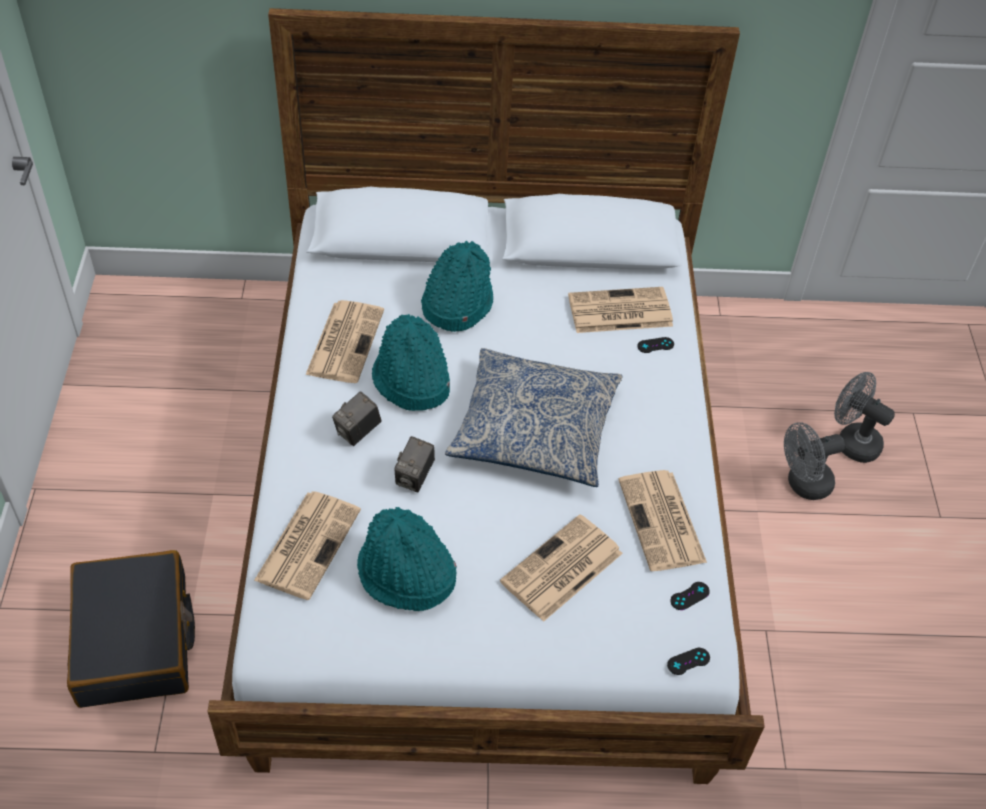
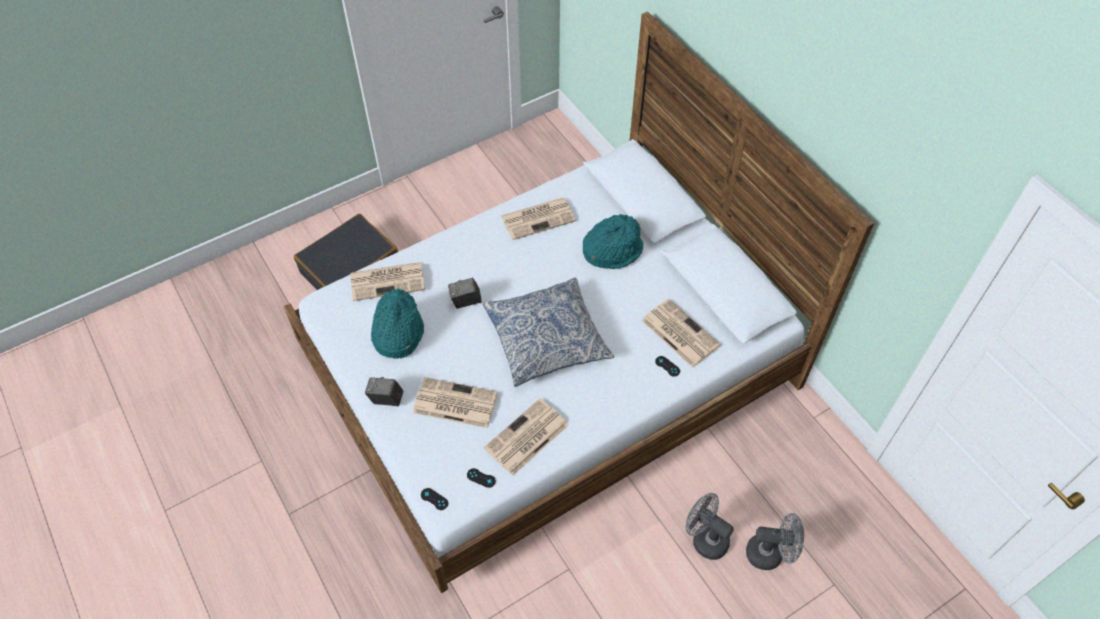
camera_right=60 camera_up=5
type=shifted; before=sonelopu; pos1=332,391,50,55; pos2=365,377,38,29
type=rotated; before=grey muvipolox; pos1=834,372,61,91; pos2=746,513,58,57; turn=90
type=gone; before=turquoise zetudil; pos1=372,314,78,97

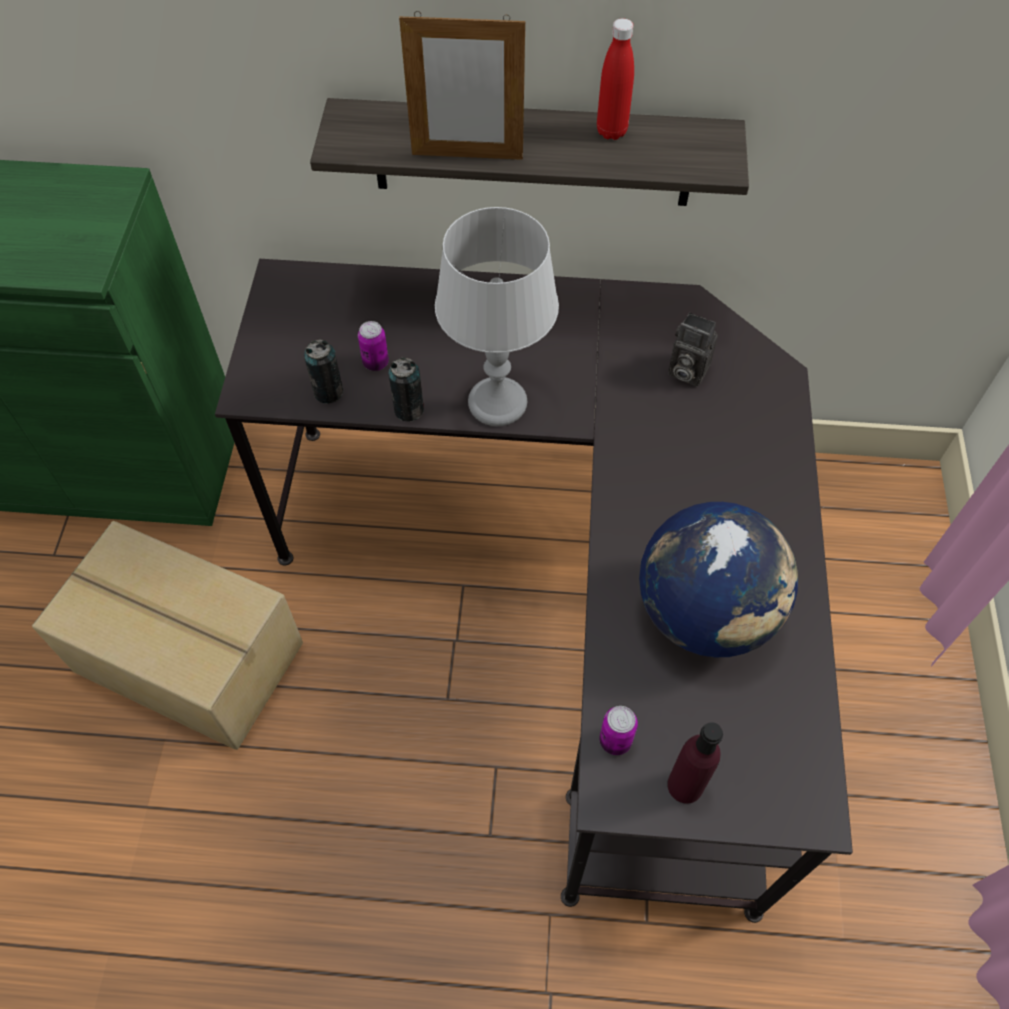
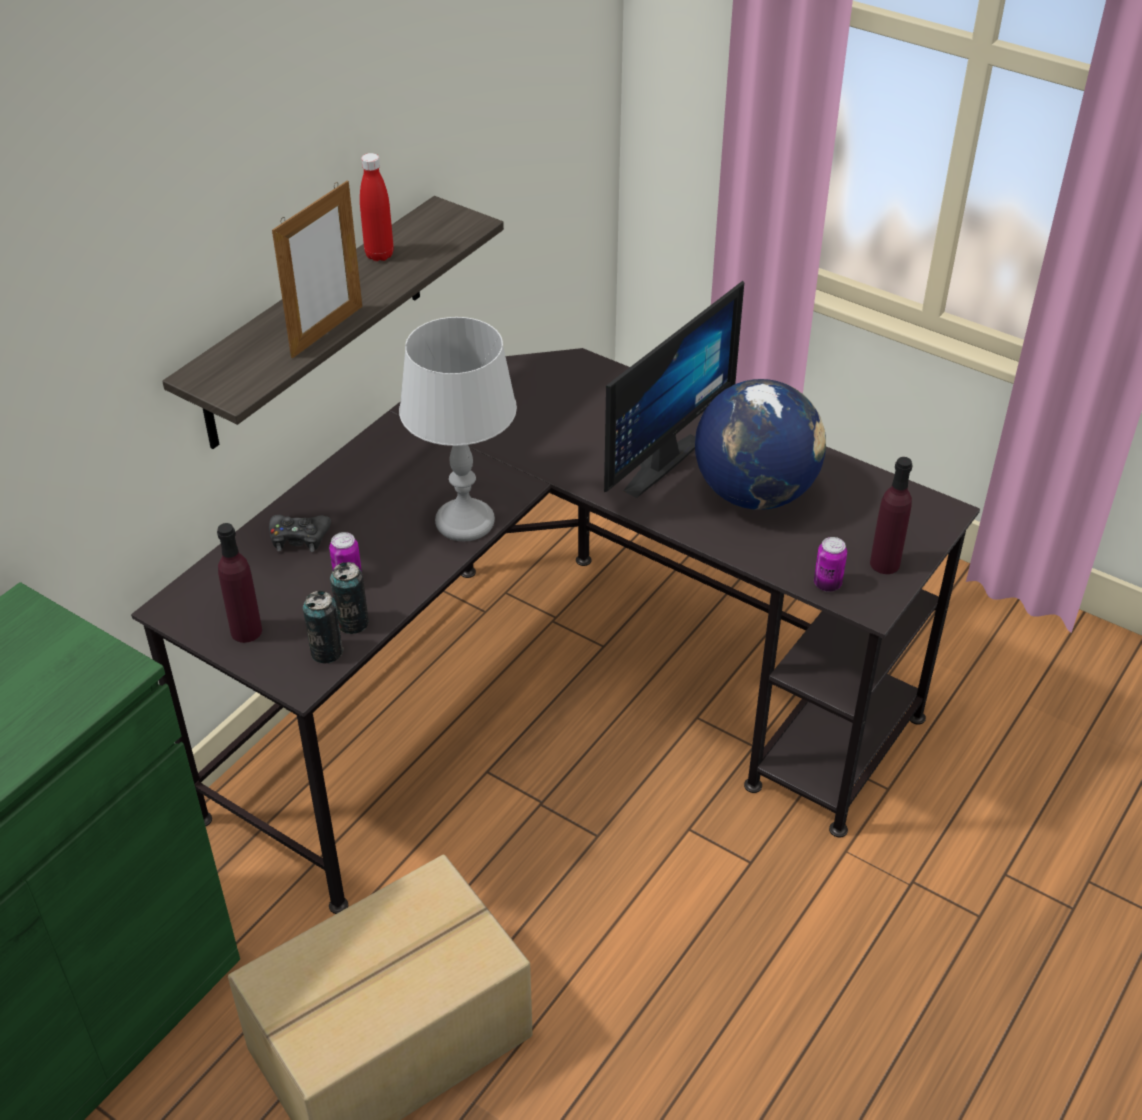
camera_right=-60 camera_up=-15
type=new; after=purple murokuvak; pos2=217,523,45,120
type=new; after=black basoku; pos2=269,515,62,37
type=shifted; before=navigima; pos1=388,357,36,65; pos2=303,591,40,73
type=new; after=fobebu; pos2=604,281,140,217
type=gone; before=sonelopu; pos1=668,312,50,75

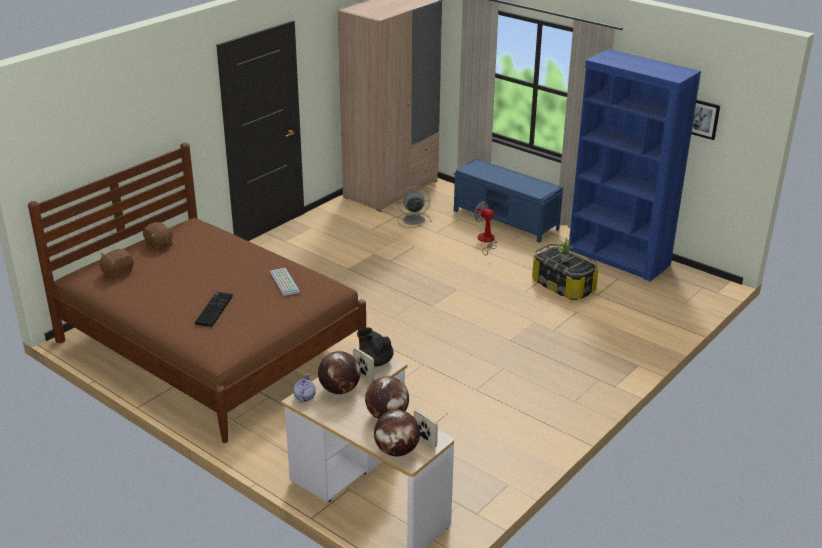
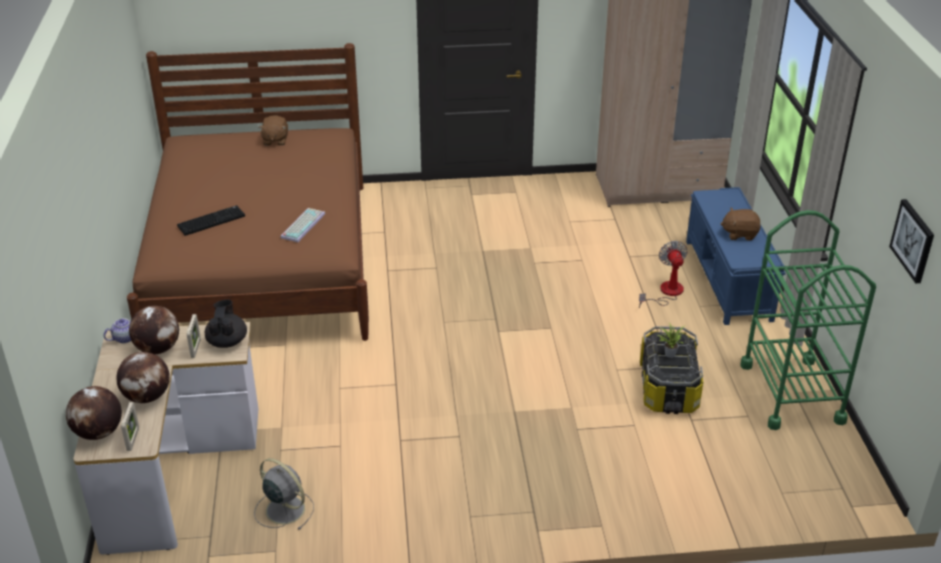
camera_right=45 camera_up=5
type=shifted; before=grey muvipolox; pos1=397,186,35,42; pos2=254,458,60,72
type=shifted; before=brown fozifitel; pos1=100,249,34,30; pos2=721,208,40,33
type=swapped; before=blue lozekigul; after=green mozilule; pos1=569,49,132,233; pos2=740,210,136,220

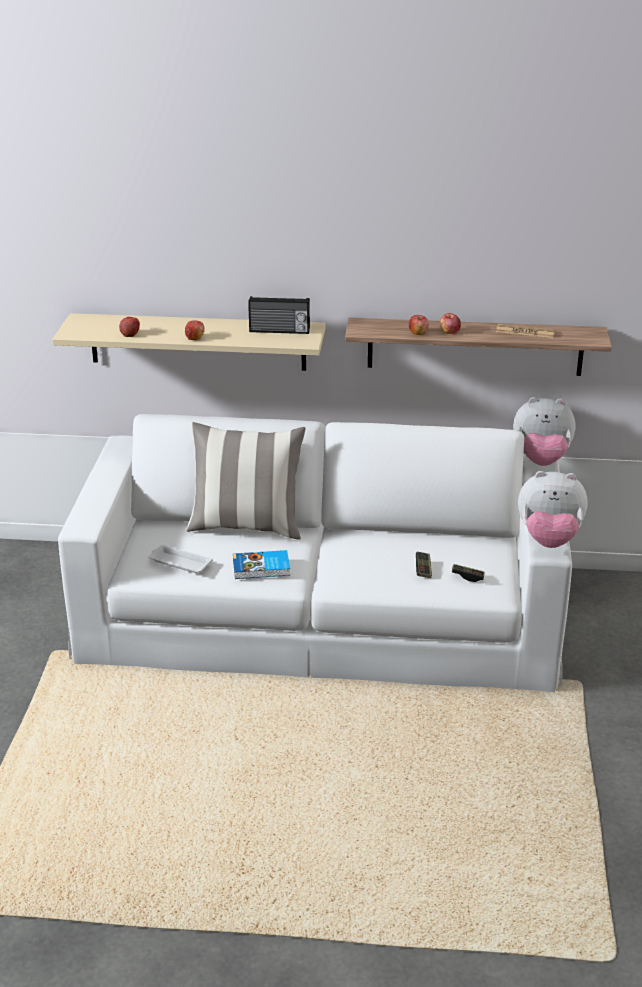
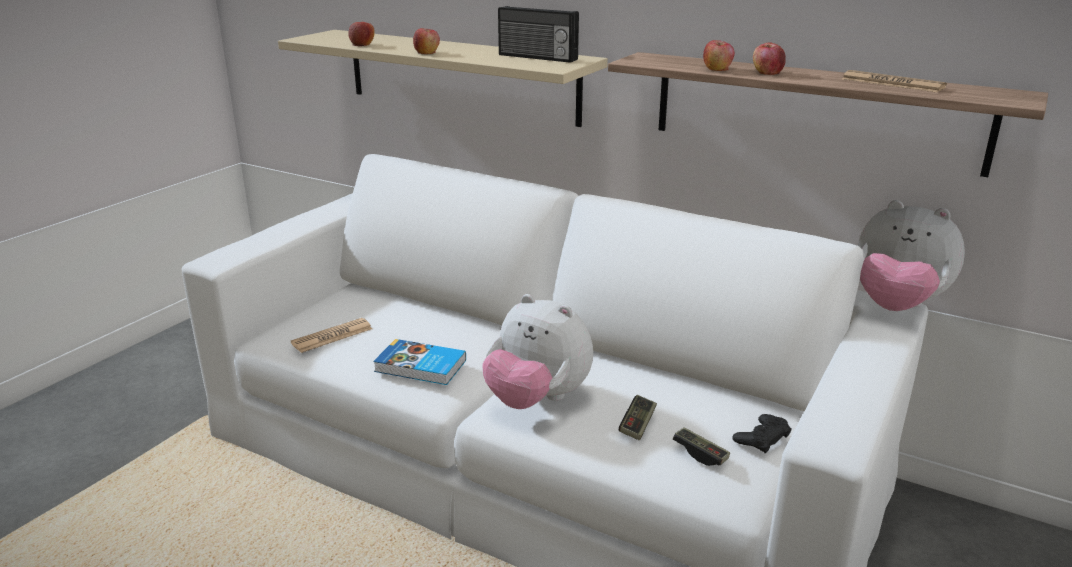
camera_right=25 camera_up=-5
type=swapped; before=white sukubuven; after=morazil; pos1=148,545,65,28; pos2=291,318,81,35
type=shifted; before=fozifitel; pos1=518,471,70,77; pos2=482,294,111,115
type=new; after=black basoku; pos2=733,414,59,39
type=gone; before=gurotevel; pos1=186,422,120,118

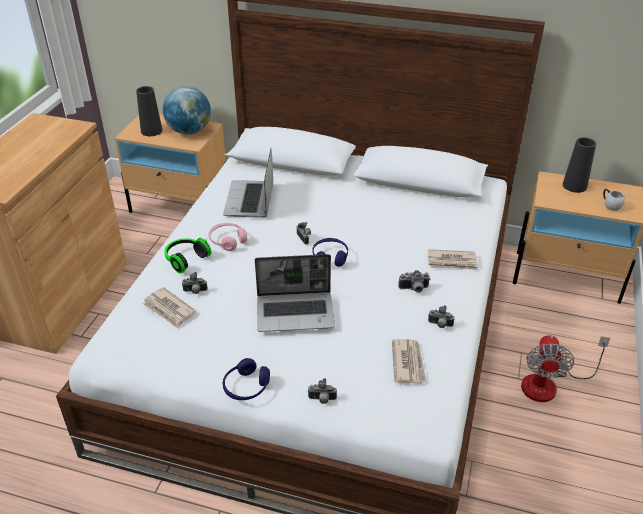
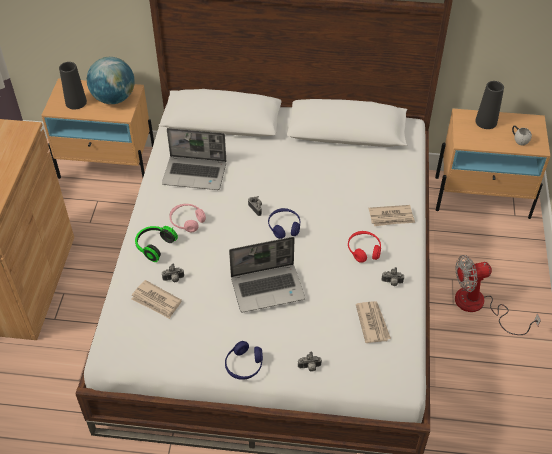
camera_right=-10 camera_up=10
type=rotated; before=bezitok; pos1=223,148,50,70; pos2=162,128,64,62; turn=-75
type=swapped; before=sonelopu; after=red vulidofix; pos1=398,270,32,23; pos2=348,231,33,32
type=rotated; before=muvipolox; pos1=521,335,89,67; pos2=455,255,86,80; turn=75

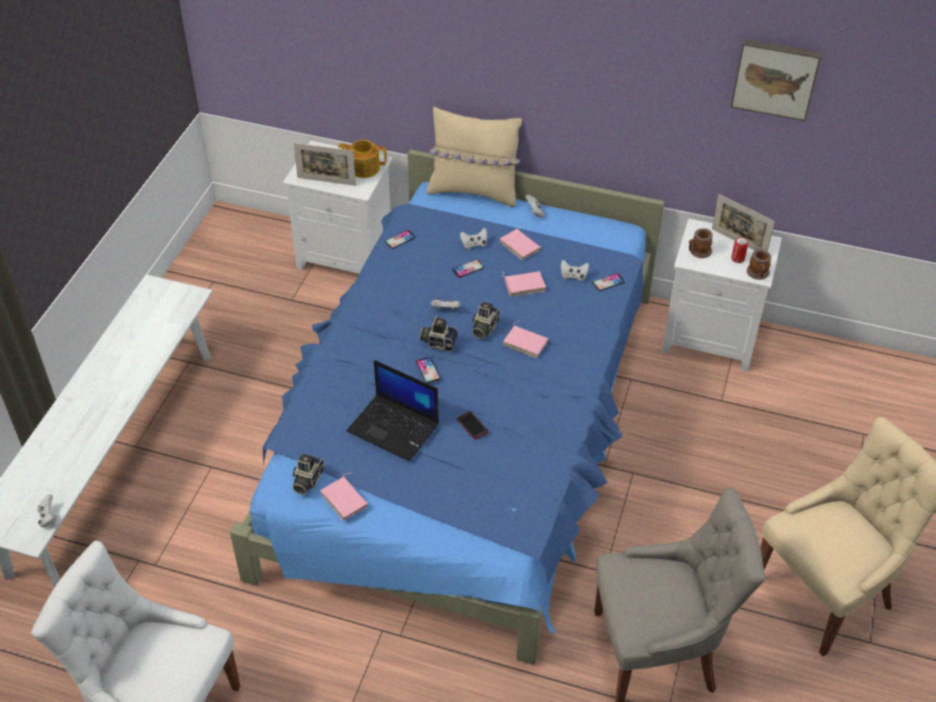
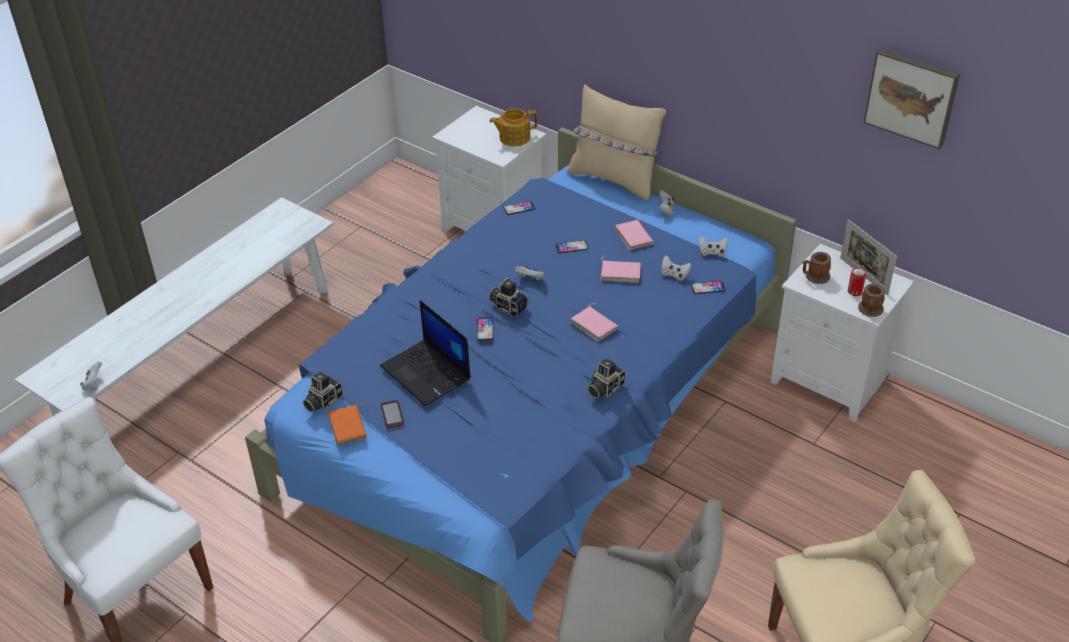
camera_right=20 camera_up=-5
type=repainted; before=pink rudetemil; after=orange rudetemil; pos1=320,473,48,48; pos2=328,403,39,42
type=shifted; before=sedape; pos1=457,411,31,29; pos2=381,400,23,28
type=rotated; before=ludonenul; pos1=338,140,49,38; pos2=489,109,49,38; turn=-45
type=shifted; before=sonelopu; pos1=472,302,28,37; pos2=587,358,38,41
type=shifted; before=white basoku; pos1=460,228,27,21; pos2=699,236,29,21
type=gone; before=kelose; pos1=294,143,62,43

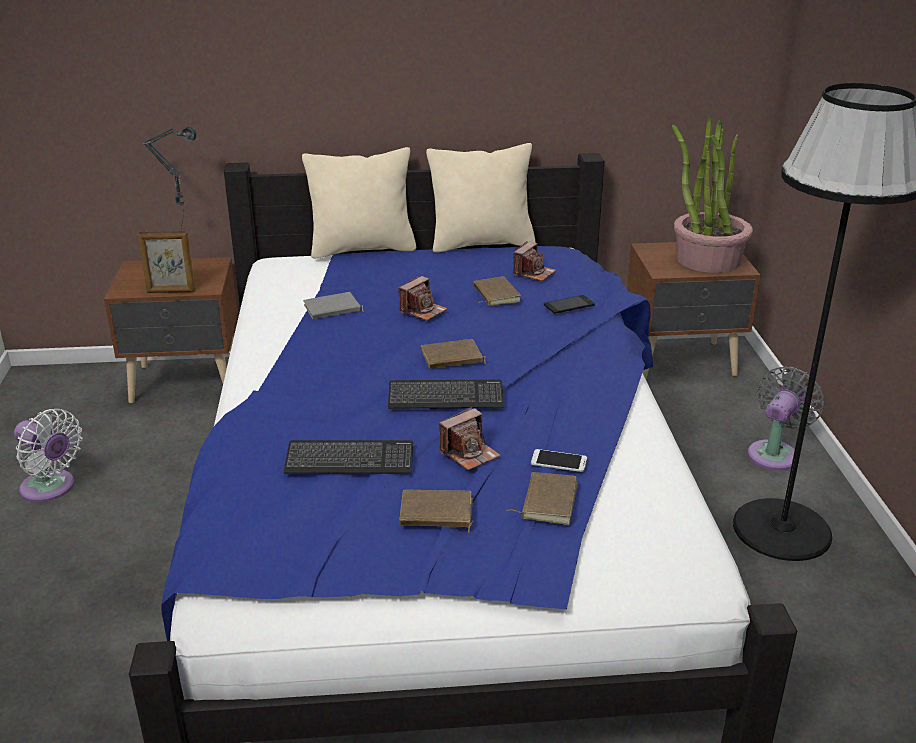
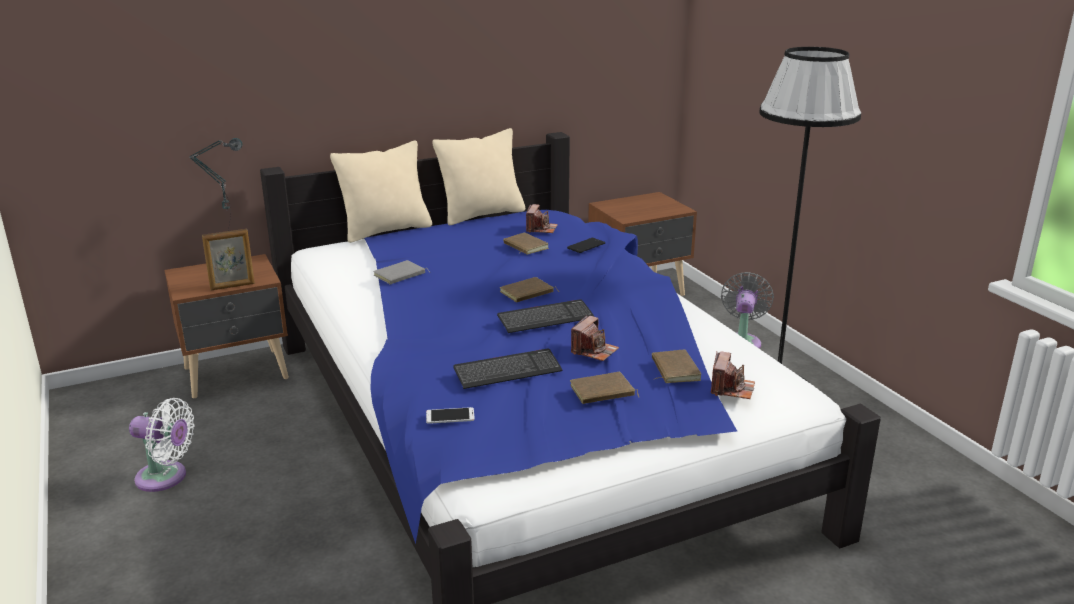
camera_right=-20 camera_up=-5
type=shifted; before=sedape; pos1=531,449,56,23; pos2=426,407,49,17
type=shifted; before=sonelopu; pos1=398,276,50,45; pos2=711,351,44,48
type=gone; before=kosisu; pos1=672,118,81,155

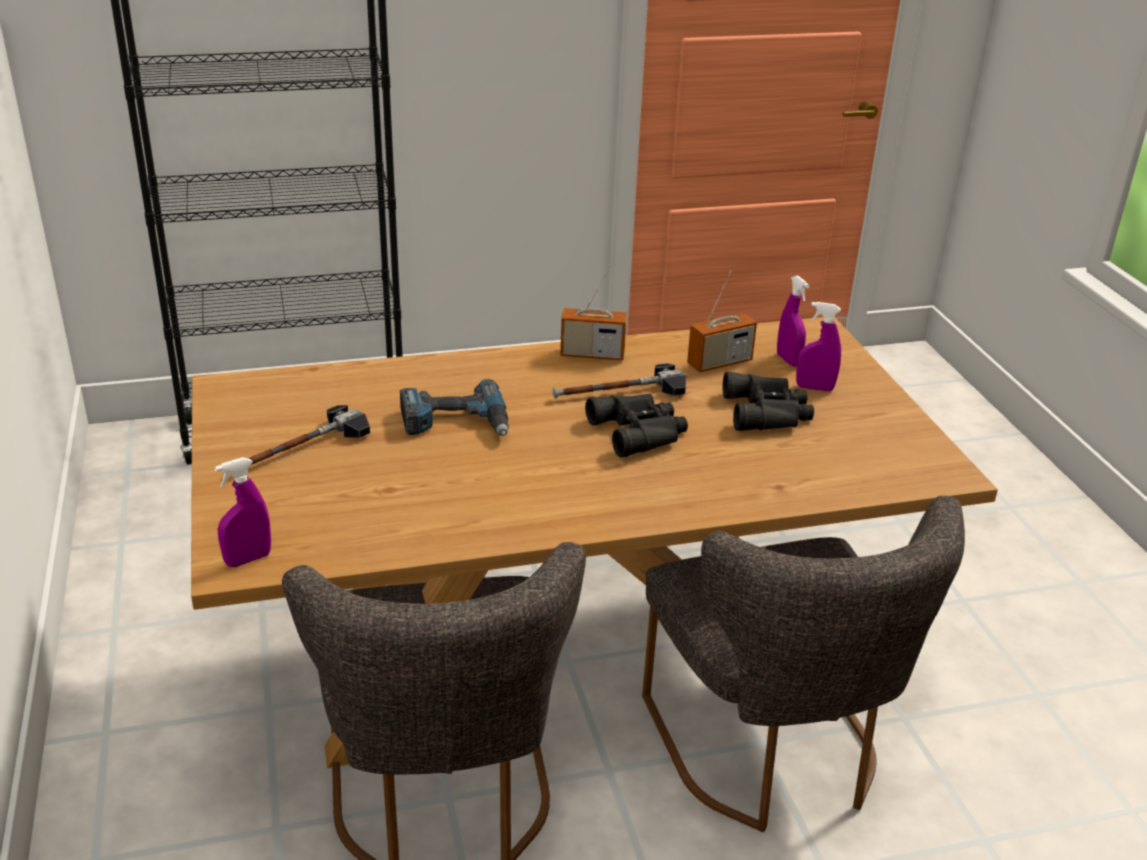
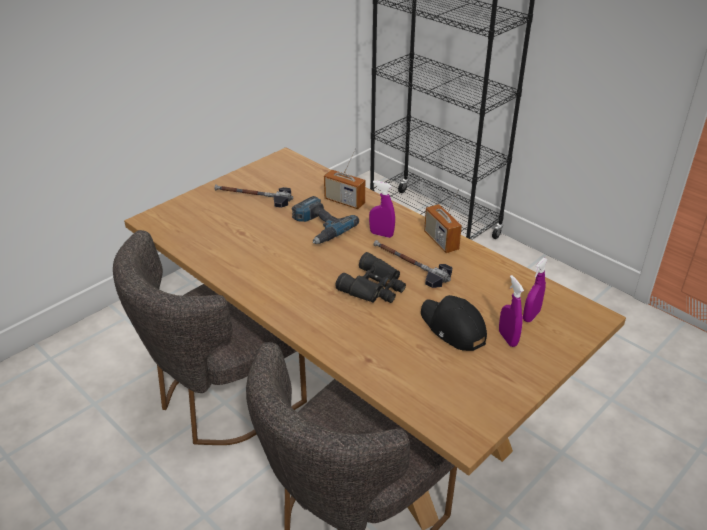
camera_right=60 camera_up=5
type=shifted; before=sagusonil; pos1=687,271,70,101; pos2=324,148,41,61
type=shifted; before=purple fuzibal; pos1=215,457,56,110; pos2=369,181,26,57
type=swapped; before=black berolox; after=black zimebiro; pos1=723,372,91,59; pos2=421,295,66,56

